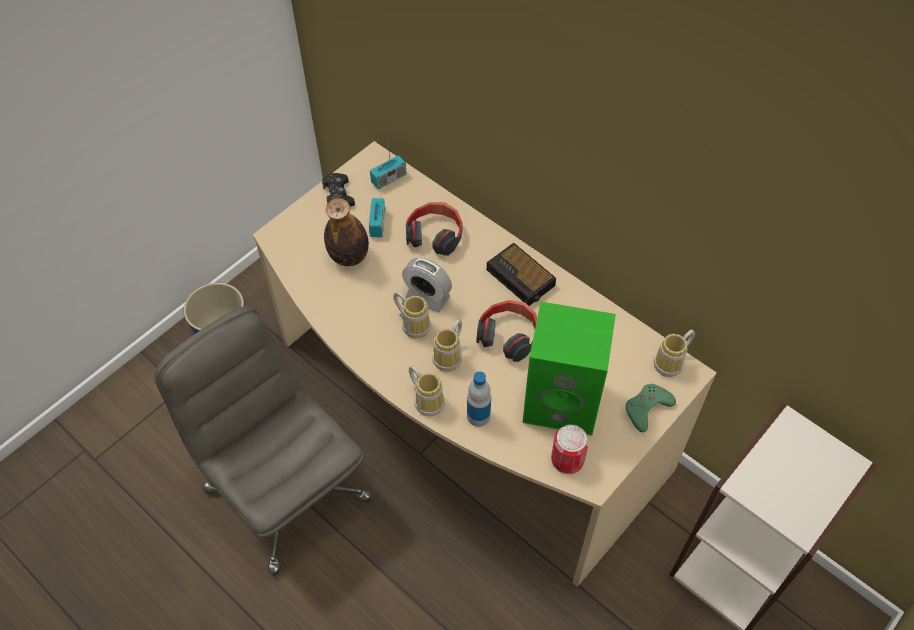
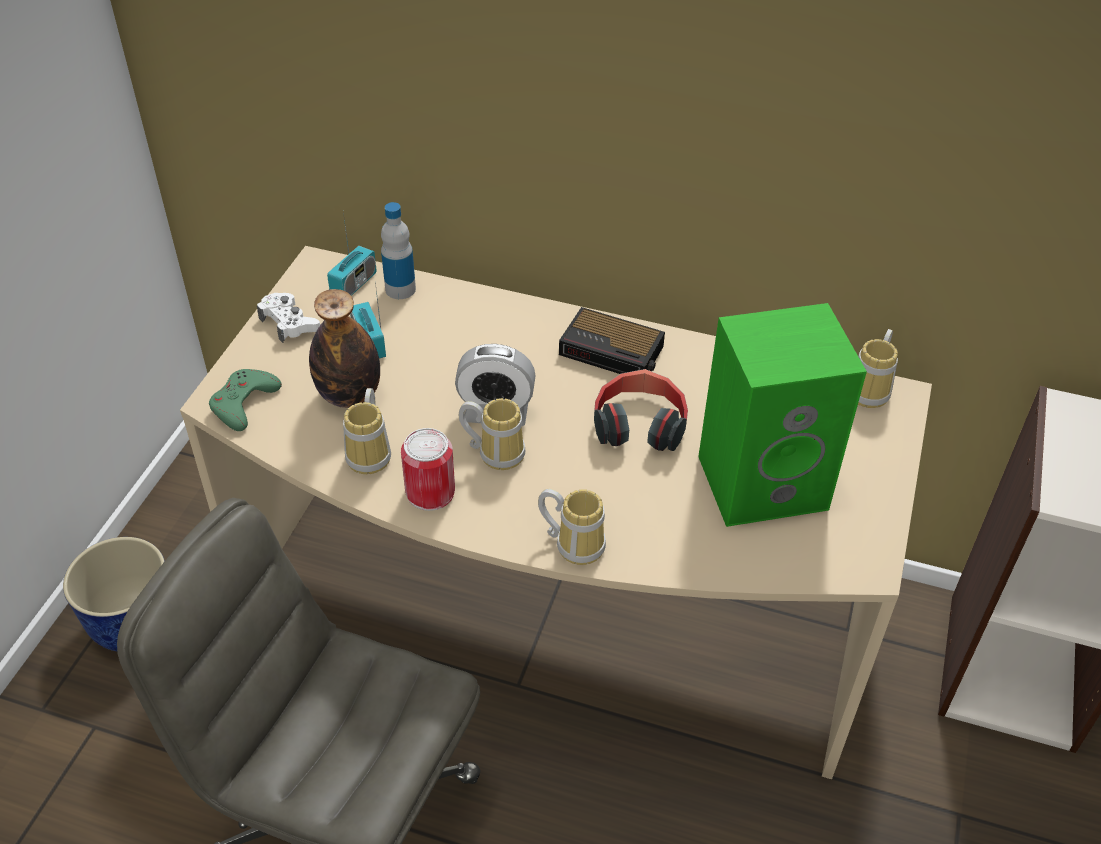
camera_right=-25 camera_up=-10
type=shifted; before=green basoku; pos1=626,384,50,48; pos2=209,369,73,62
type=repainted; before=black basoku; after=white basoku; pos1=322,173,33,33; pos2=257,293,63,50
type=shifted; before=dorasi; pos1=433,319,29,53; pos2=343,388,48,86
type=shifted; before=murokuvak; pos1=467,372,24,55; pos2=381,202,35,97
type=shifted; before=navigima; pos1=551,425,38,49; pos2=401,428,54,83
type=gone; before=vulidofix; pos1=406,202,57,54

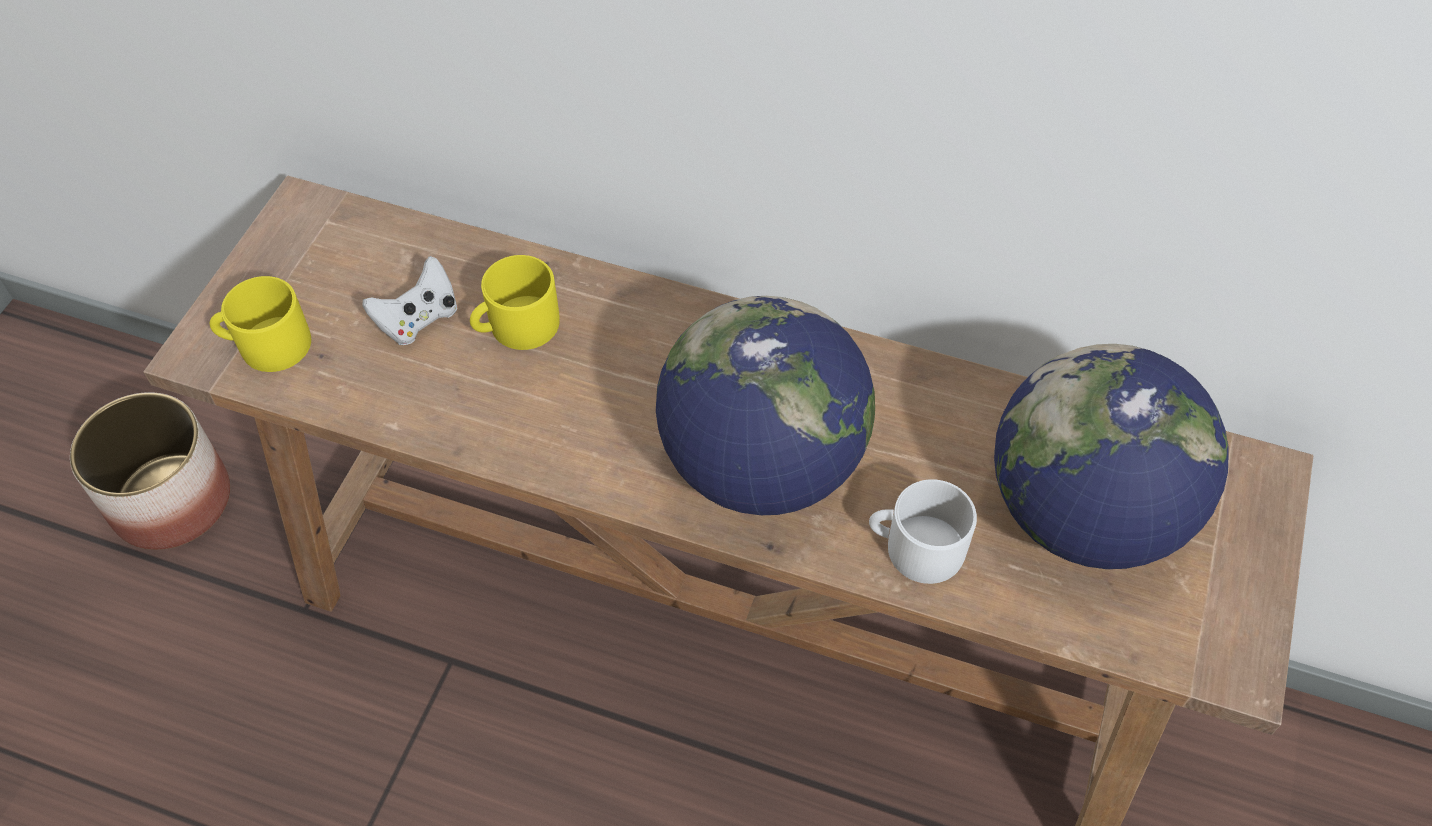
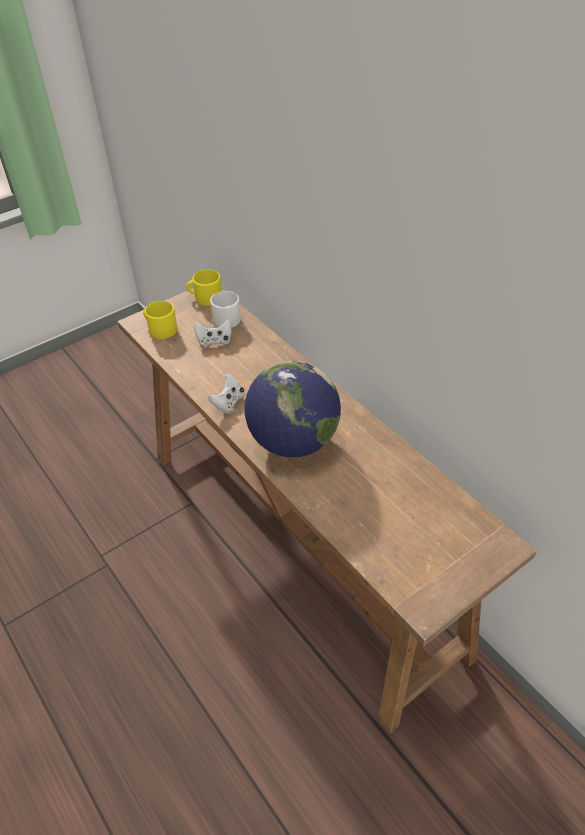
camera_right=35 camera_up=-10
type=shifted; before=yellow dorasi; pos1=470,255,90,95; pos2=186,270,36,36
type=new; after=white basoku; pos2=208,373,36,41
type=shifted; before=white dorasi; pos1=869,479,108,105; pos2=210,291,31,36
type=gone; before=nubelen; pos1=70,392,160,158
type=gone; before=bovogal; pos1=994,344,235,225

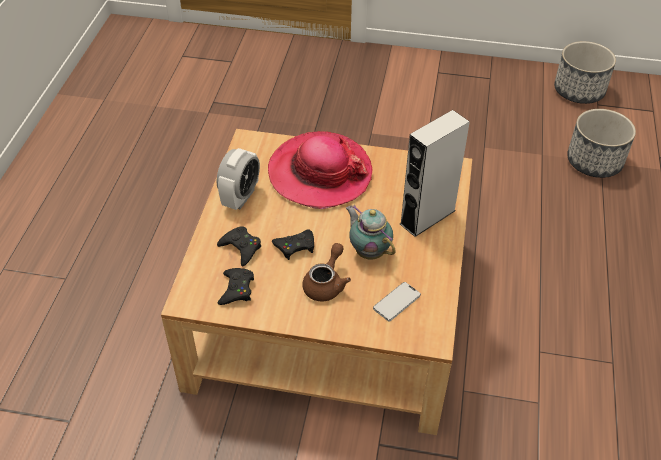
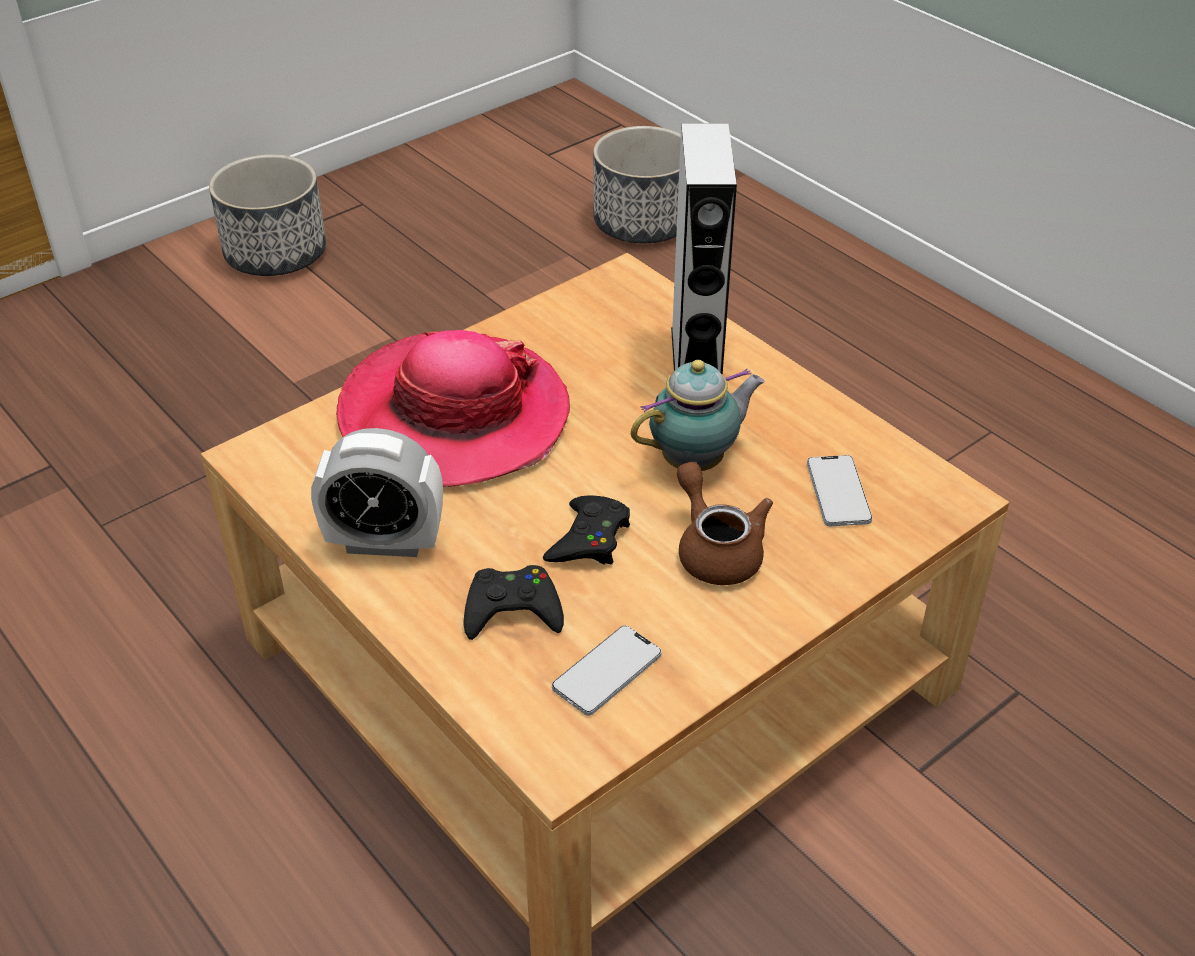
camera_right=-50 camera_up=-5
type=shifted; before=nubelen; pos1=554,41,62,63; pos2=209,154,117,122
type=rotated; before=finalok; pos1=217,148,43,62; pos2=311,428,132,129; turn=120
type=swapped; before=black basoku; after=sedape; pos1=218,268,36,37; pos2=552,625,110,91
type=rotated; before=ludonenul; pos1=346,205,50,54; pos2=631,360,134,111; turn=150

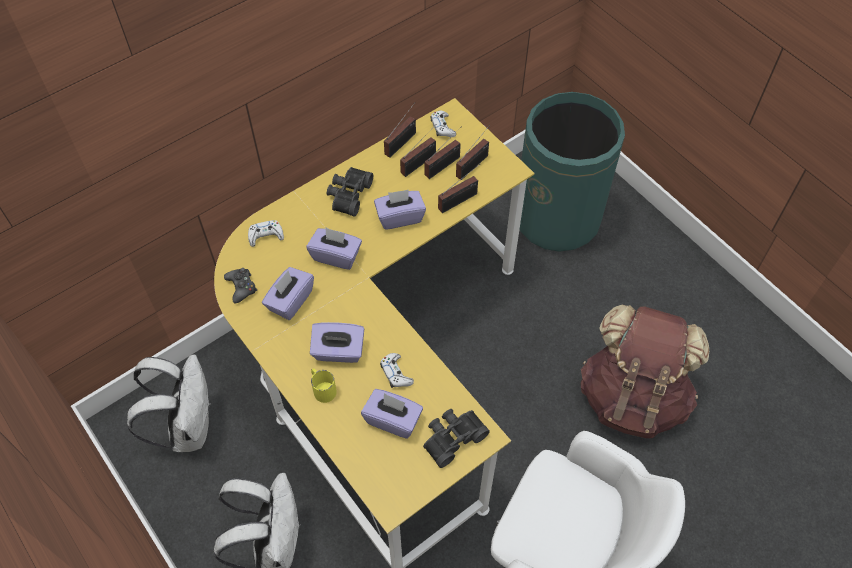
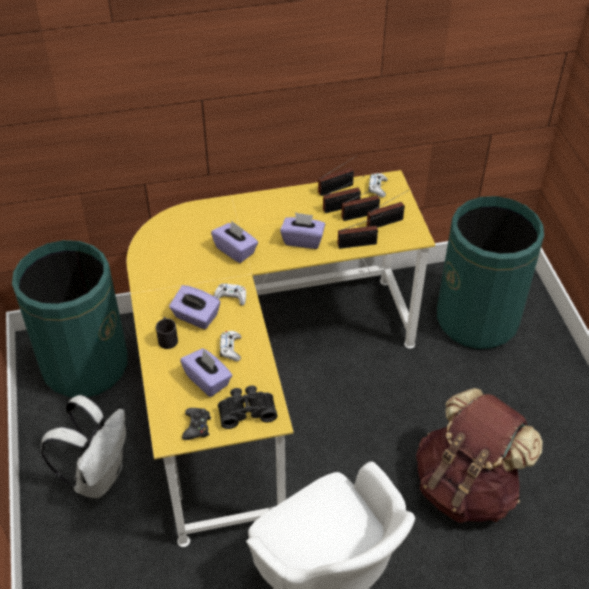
camera_right=25 camera_up=-10
type=swapped; before=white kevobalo; after=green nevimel; pos1=127,354,84,98; pos2=12,240,116,157
type=repainted; before=yellow dorasi; after=black dorasi; pos1=311,368,26,35; pos2=156,317,22,32
type=shifted; before=black basoku; pos1=224,268,33,35; pos2=182,408,29,32
type=shifted; before=white basoku; pos1=248,220,36,27; pos2=214,283,32,22
type=gone; before=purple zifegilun; pos1=262,267,52,53
type=gone; before=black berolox; pos1=327,167,46,50

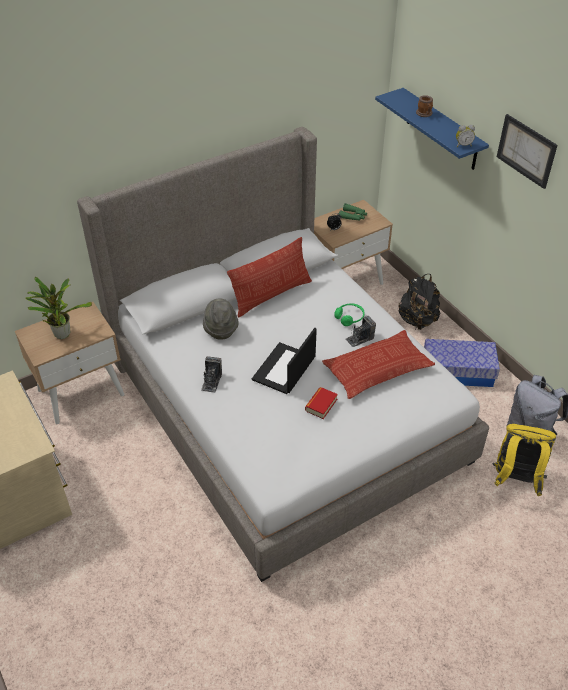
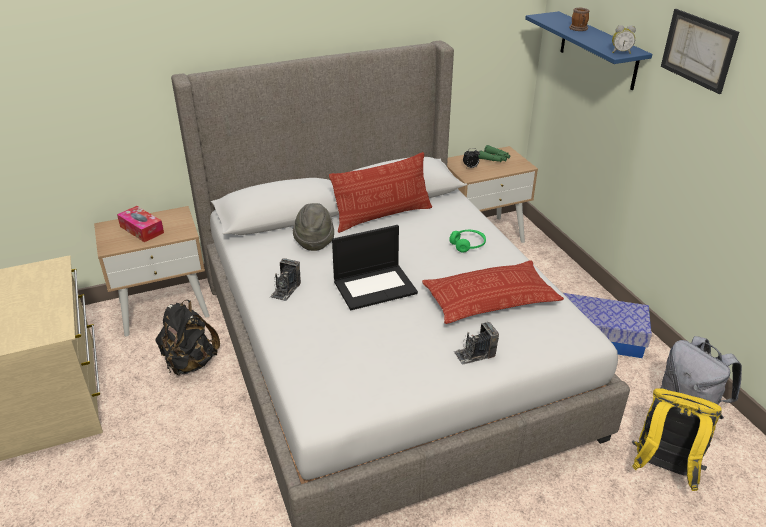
camera_right=10 camera_up=-10
type=swapped; before=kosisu; after=zifegilun; pos1=26,277,66,62; pos2=117,206,47,36
type=shifted; before=black kevobalo; pos1=398,274,42,56; pos2=156,300,64,76
type=rotated; before=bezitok; pos1=252,328,65,66; pos2=332,225,86,85; turn=-150
type=shifted; before=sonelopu; pos1=346,316,30,31; pos2=454,322,45,43
type=gone; before=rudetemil; pos1=305,387,33,32

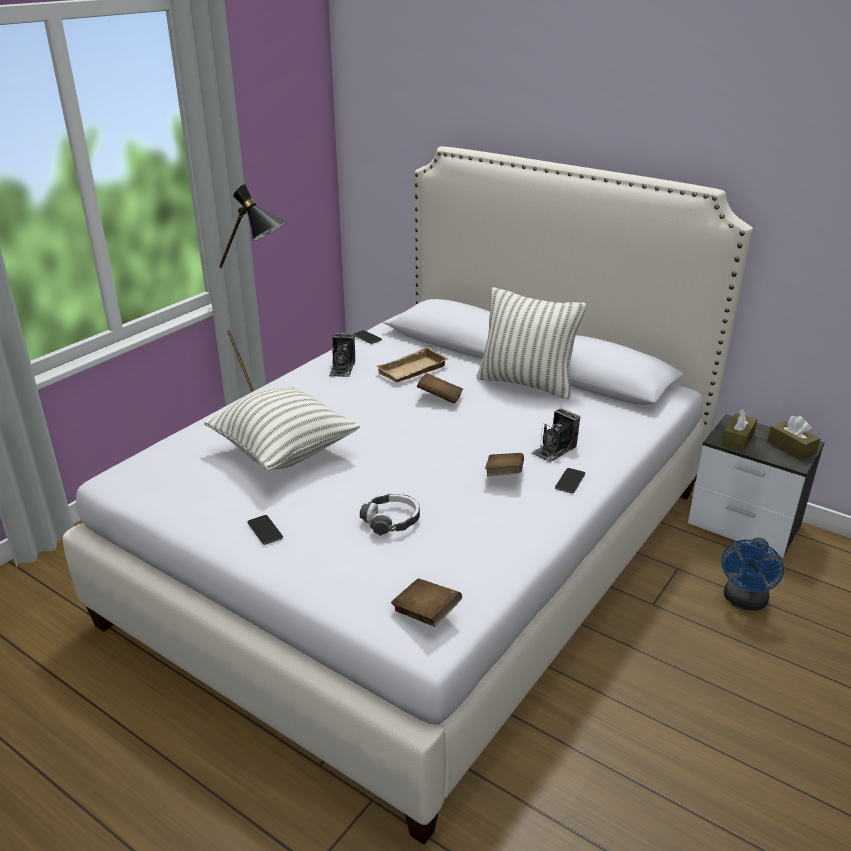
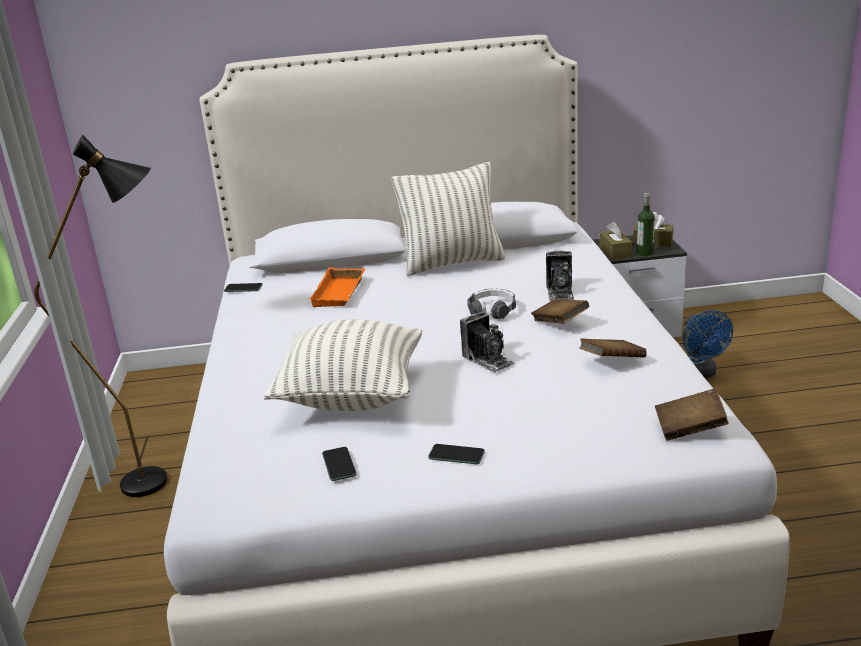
camera_right=-40 camera_up=-5
type=repainted; before=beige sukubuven; after=orange sukubuven; pos1=377,346,72,36; pos2=308,268,57,39
type=shifted; before=sedape; pos1=555,468,30,25; pos2=322,447,35,34
type=shifted; before=sonelopu; pos1=329,333,26,44; pos2=460,311,55,62
type=shifted; before=vulidofix; pos1=360,494,60,42; pos2=467,289,49,30
type=shifted; before=brown rudetemil; pos1=417,373,46,31; pos2=579,338,68,19
type=new; after=murokuvak; pos2=637,193,18,63

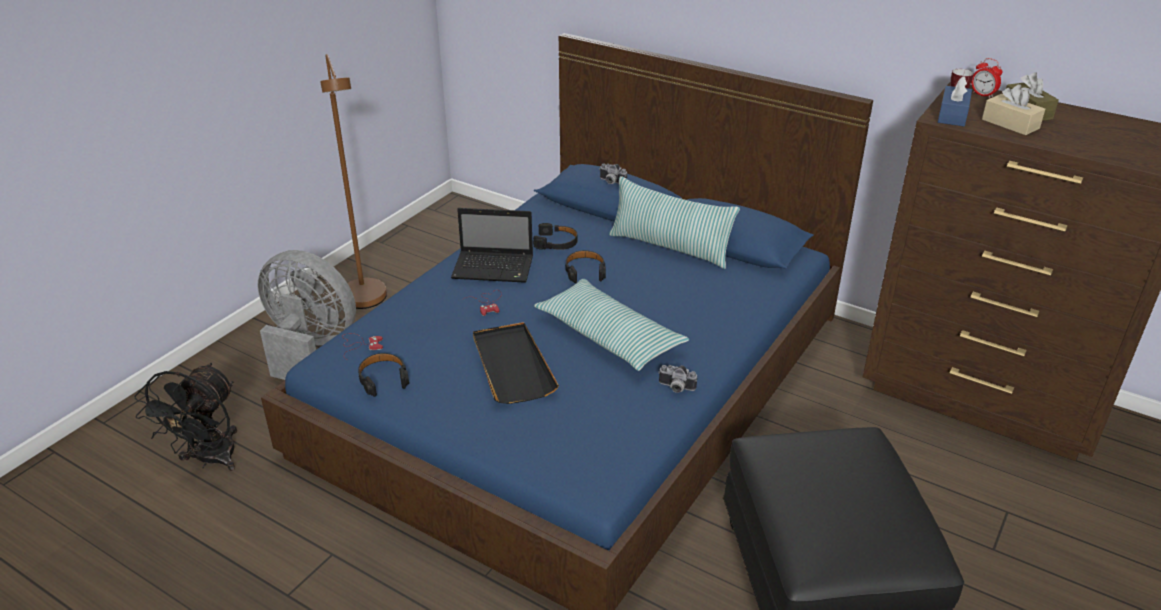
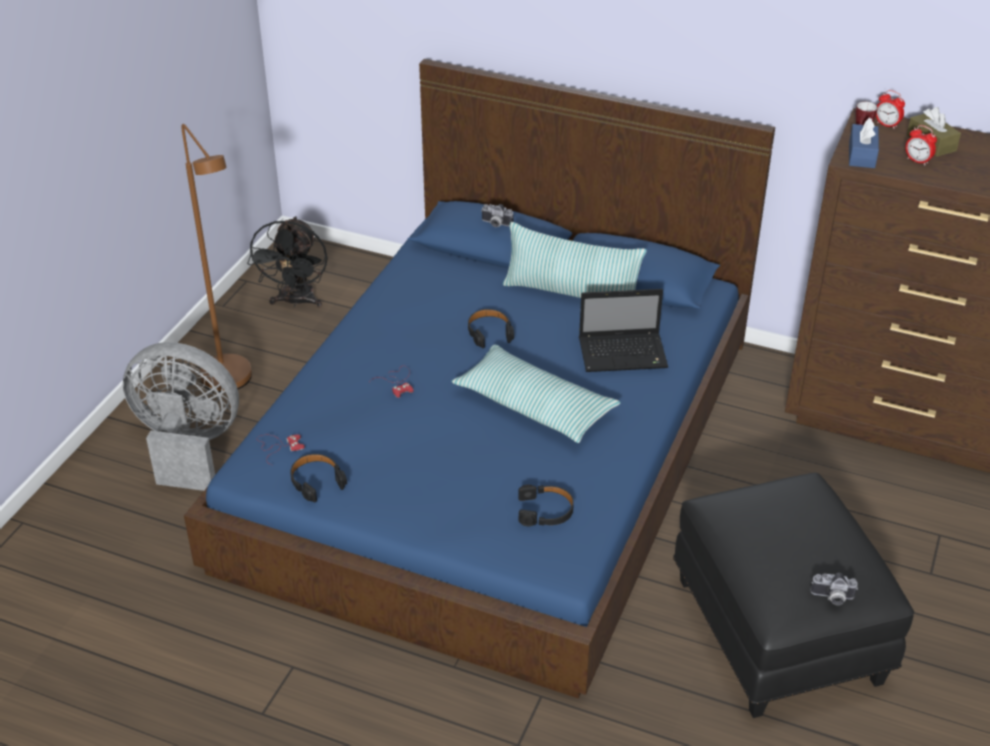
camera_right=-10 camera_up=5
type=shifted; before=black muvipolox; pos1=135,363,102,108; pos2=247,216,81,92
type=shifted; before=black vulidofix; pos1=533,223,44,27; pos2=518,484,56,43
type=shifted; before=bezitok; pos1=451,208,82,75; pos2=579,289,89,83
type=shifted; before=sonelopu; pos1=658,365,39,28; pos2=810,573,48,32
type=swapped; before=beige zifegilun; after=finalok; pos1=982,85,63,50; pos2=905,125,32,40
type=gone; before=black sukubuven; pos1=473,322,86,82

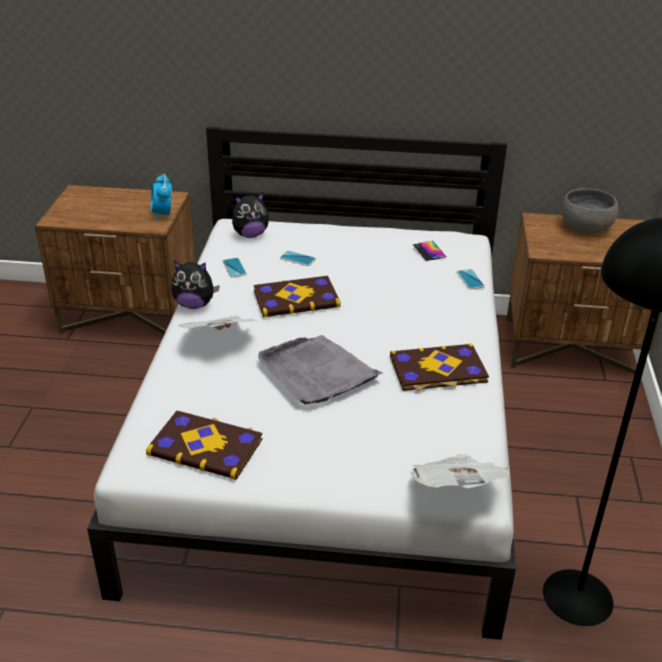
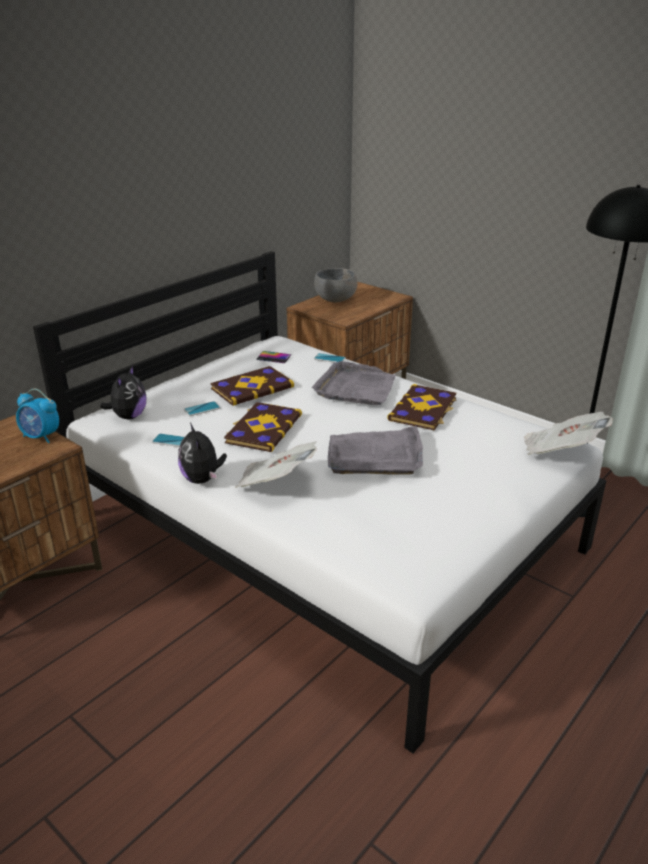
camera_right=-55 camera_up=-5
type=rotated; before=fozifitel; pos1=171,260,49,49; pos2=178,422,49,62; turn=120
type=shifted; before=rudetemil; pos1=146,410,116,70; pos2=211,366,83,40
type=new; after=grey sukubuven; pos2=312,361,84,44

